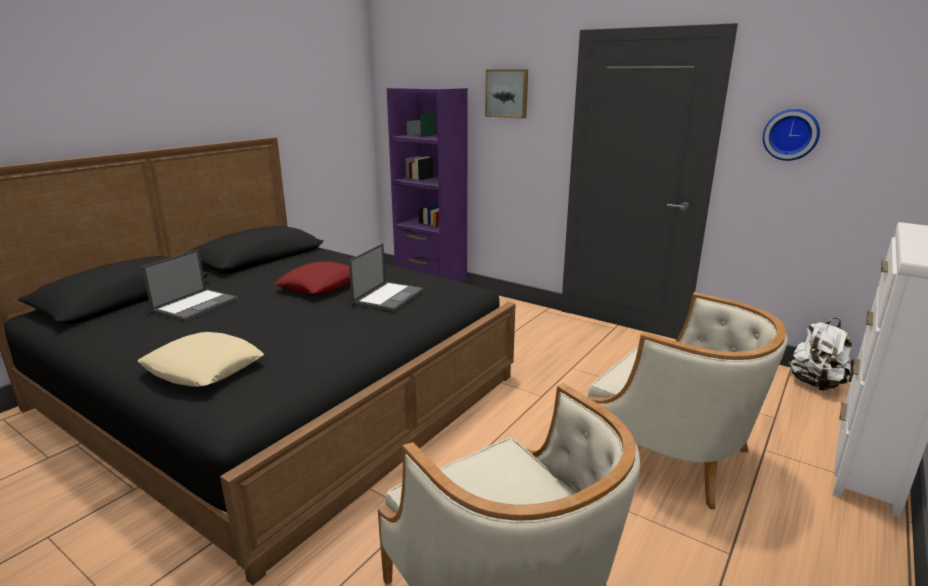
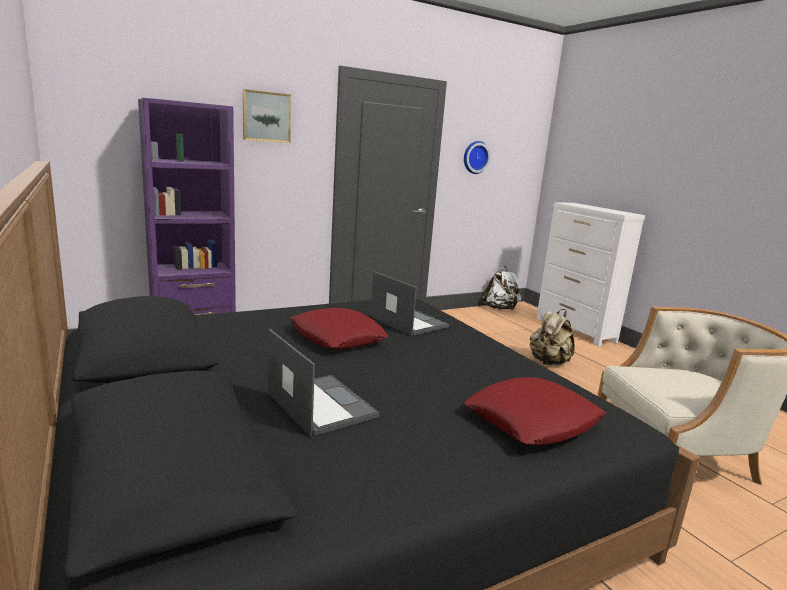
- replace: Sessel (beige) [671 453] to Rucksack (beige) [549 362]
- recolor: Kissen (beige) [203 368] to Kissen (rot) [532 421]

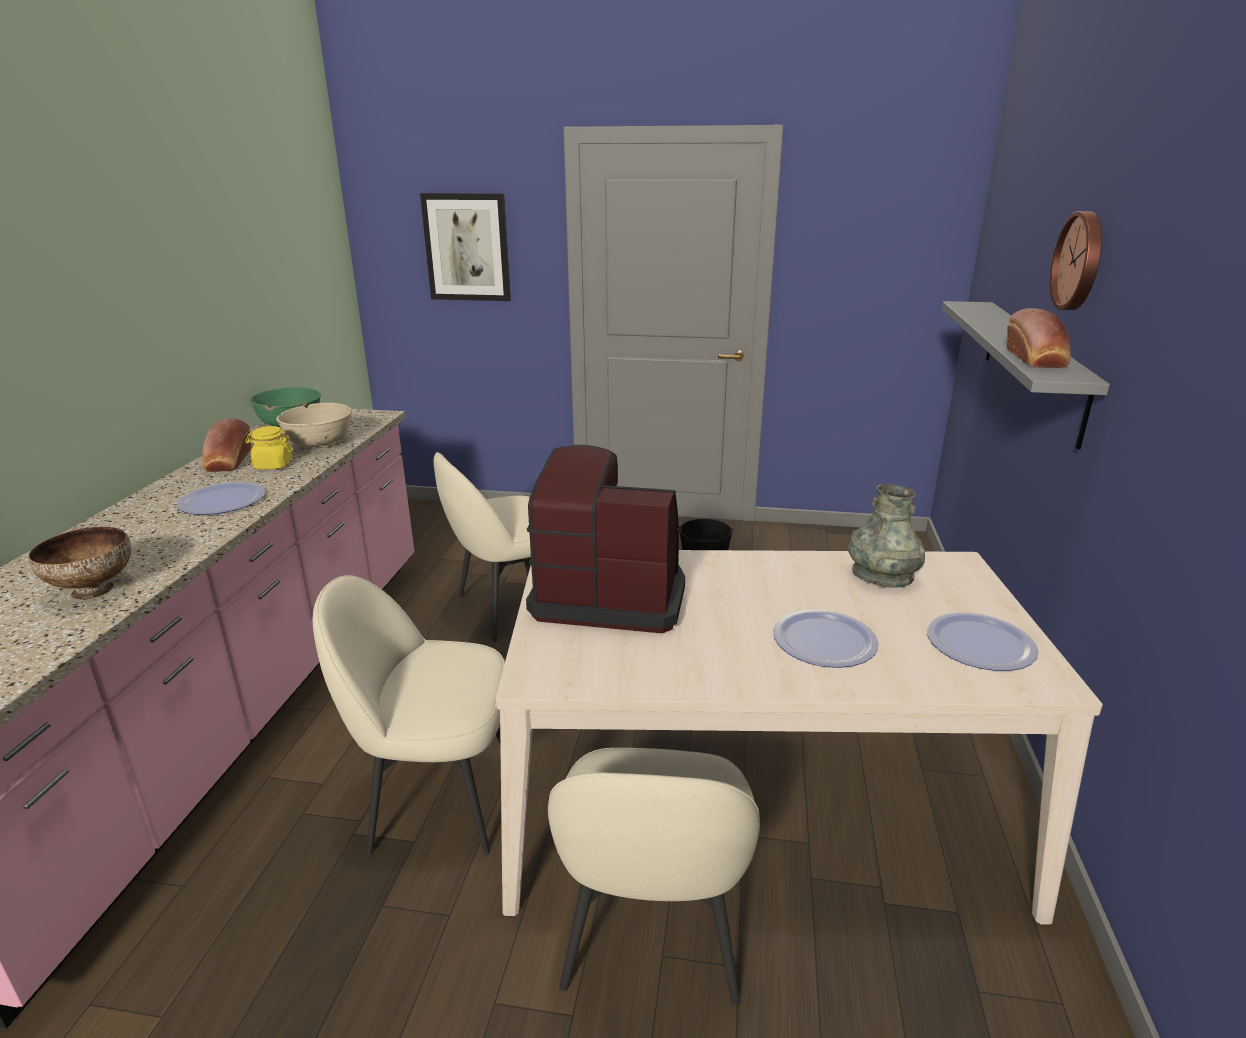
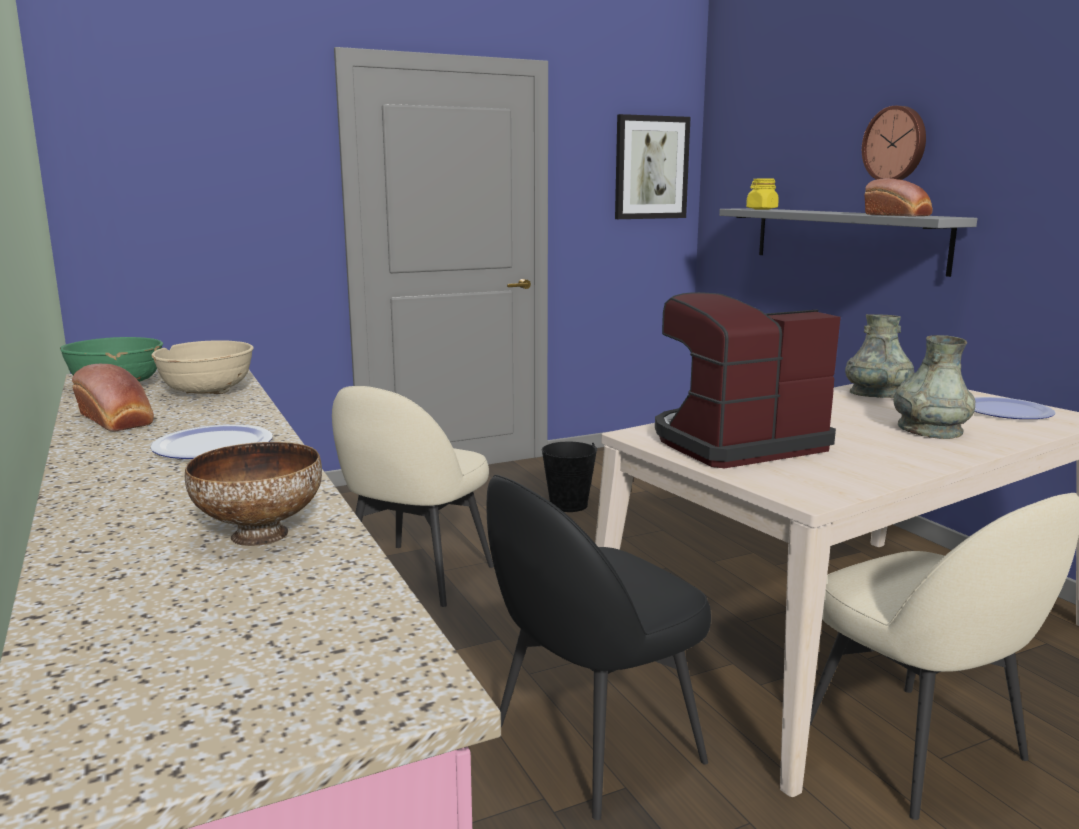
- move: Bild [467 247] to [651 167]
- move: Vorratsglas (gelb) [273 465] to [761 209]
- recolor: Stuhl (beige) [437 798] to Stuhl (schwarz) [592 745]
- replace: Teller [824 641] to Vase (grau) [929 430]

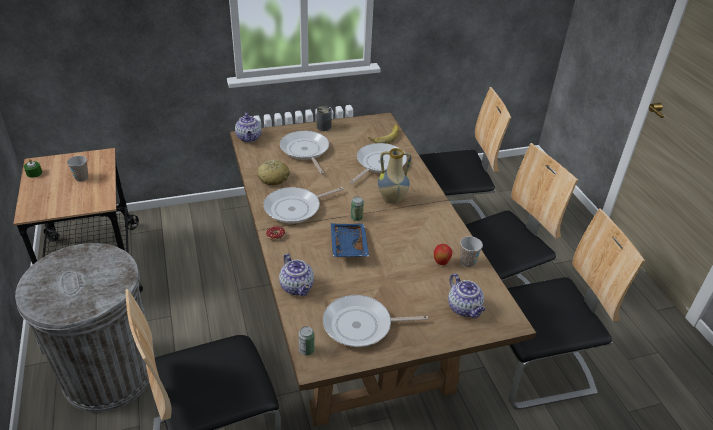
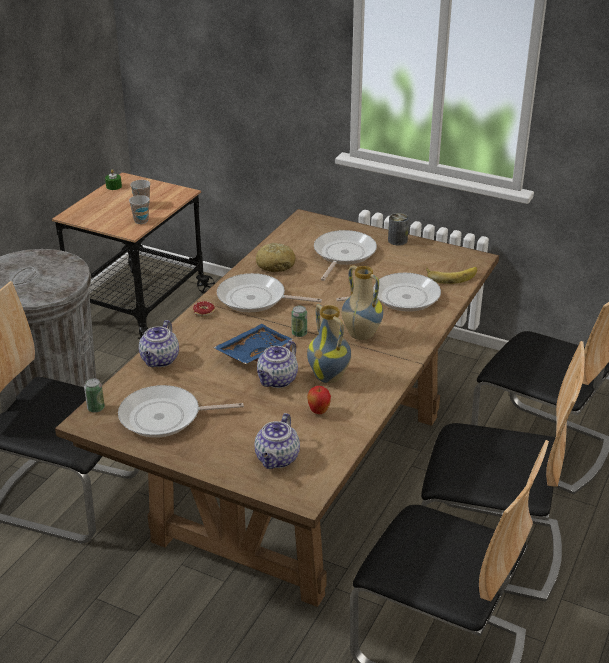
- move: Teekanne [249 138] to [277 380]
- move: Tasse [467 262] to [141 221]
- rotate: Pfanne [361 325] = [165 417] 45 degrees counterclockwise
- insert: Vase [330 377]

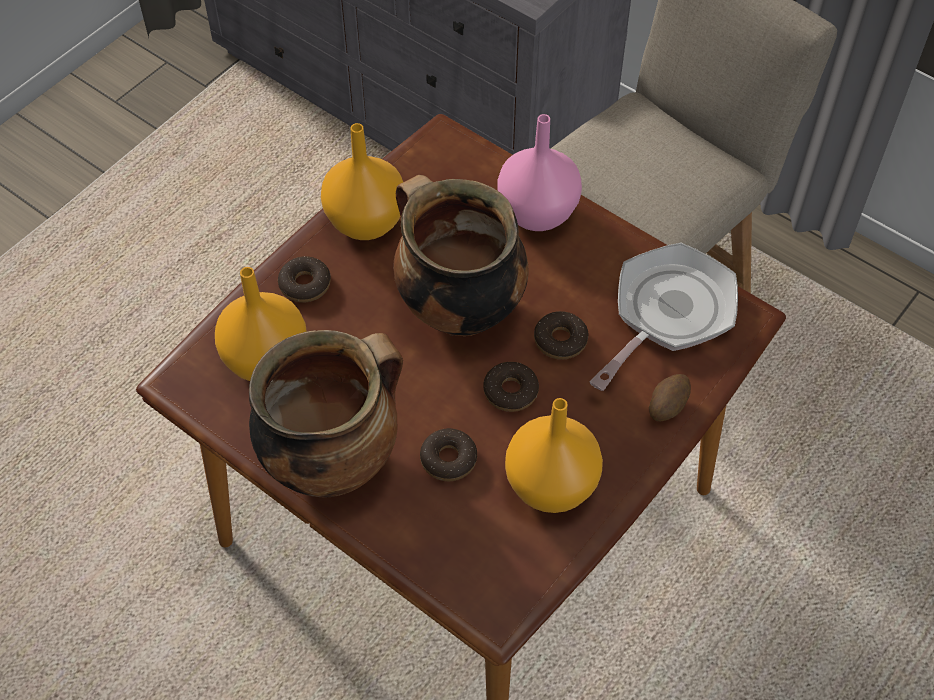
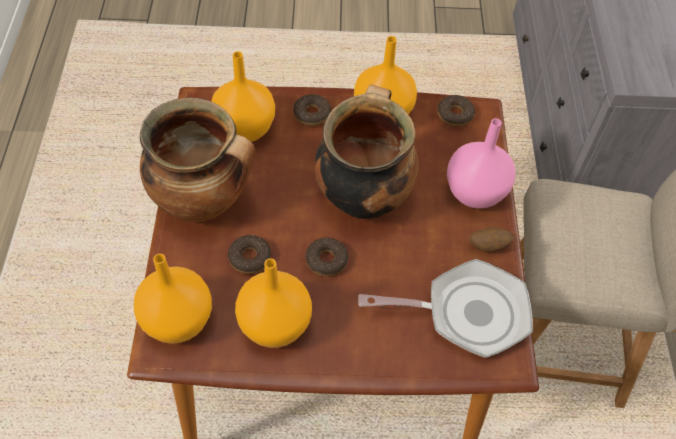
- move: Donut [560 340] to [455 115]
- move: Kartoffel [666 407] to [488 246]
- insert: Vase (orange) [178 319]

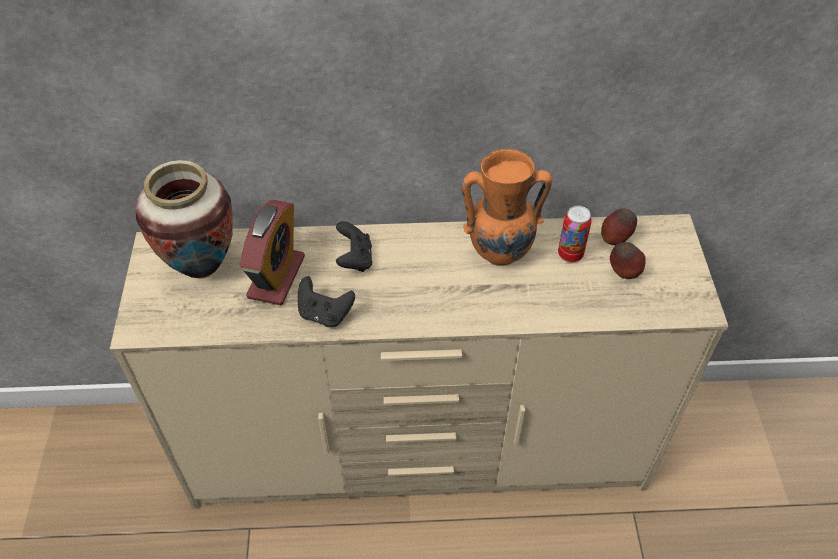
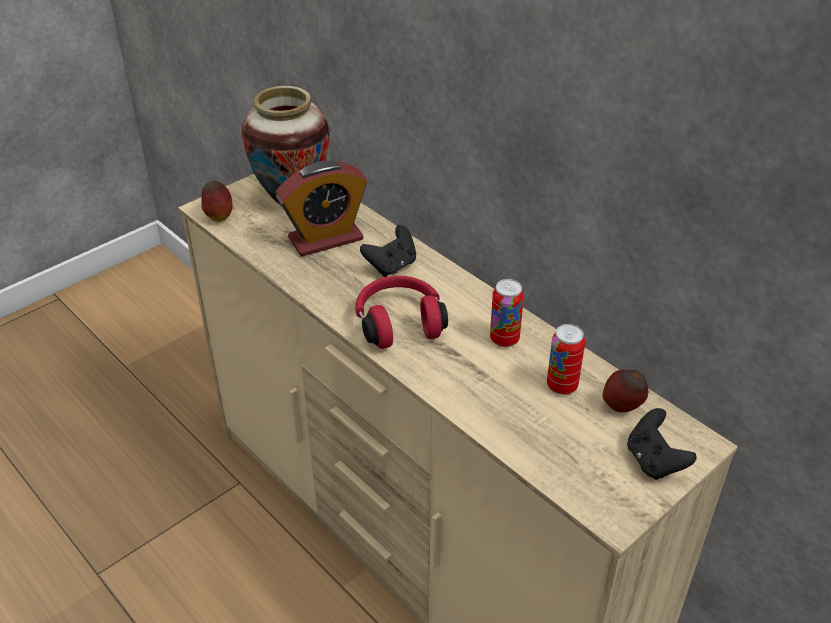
- replace: Vase (orange) [498 252] to Dose [504 339]
- move: Apfel [623 273] to [219 217]
- move: Gamepad (schwarz) [325 314] to [654 461]
- insert: Kopfhörer (rot) [399 323]

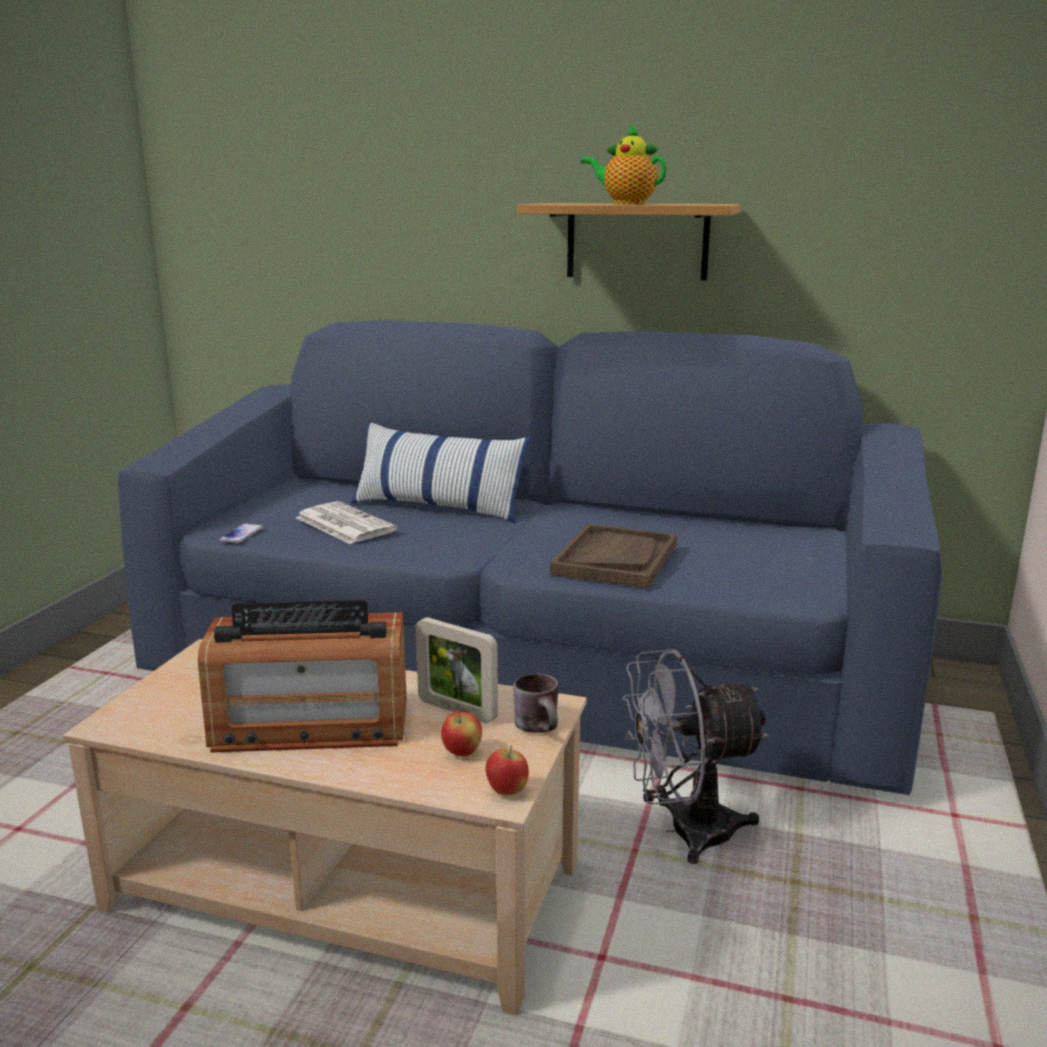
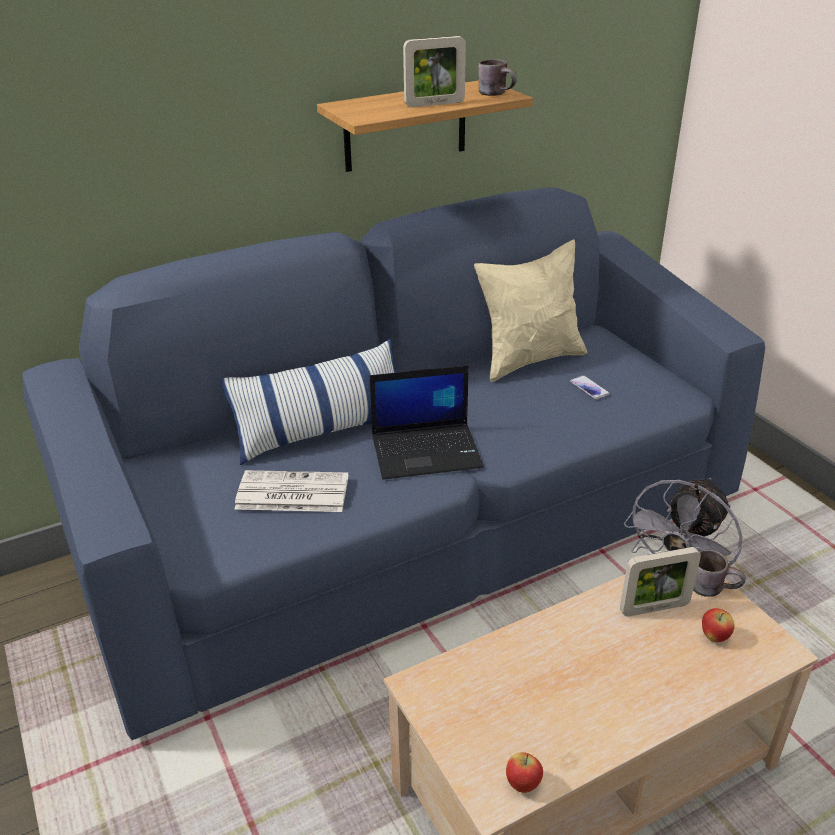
- replace: Teekanne [626 203] to Bilderrahmen [434 104]
- move: Handy [242 534] to [589 388]
- delete: Tablett (braun) [615 559]
- delete: Radio [310 725]
- move: Apfel [507 791] to [522 784]
- insert: Henkelbecher (braun) [498 93]
- insert: Kissen (beige) [529 359]
- insert: Laptop [427 451]

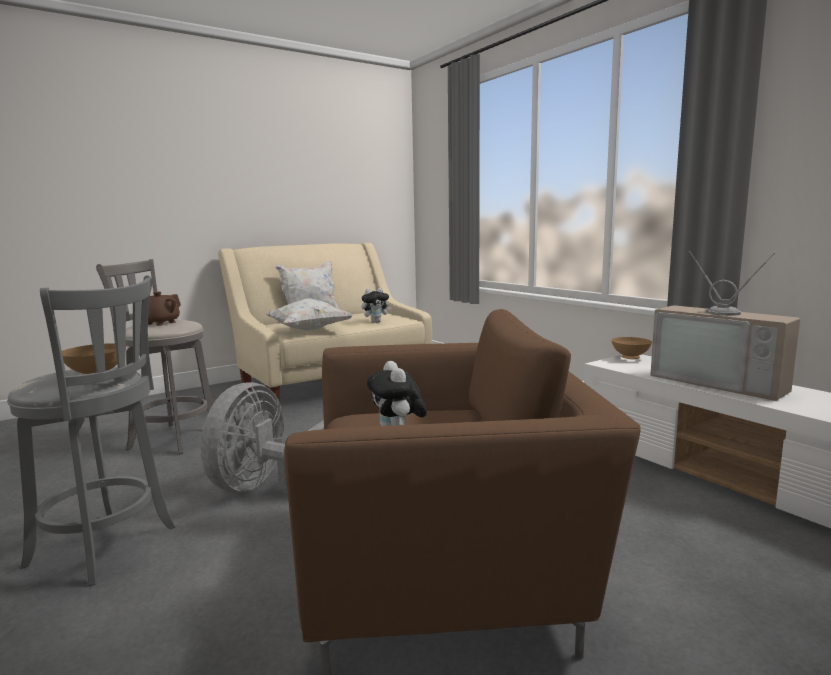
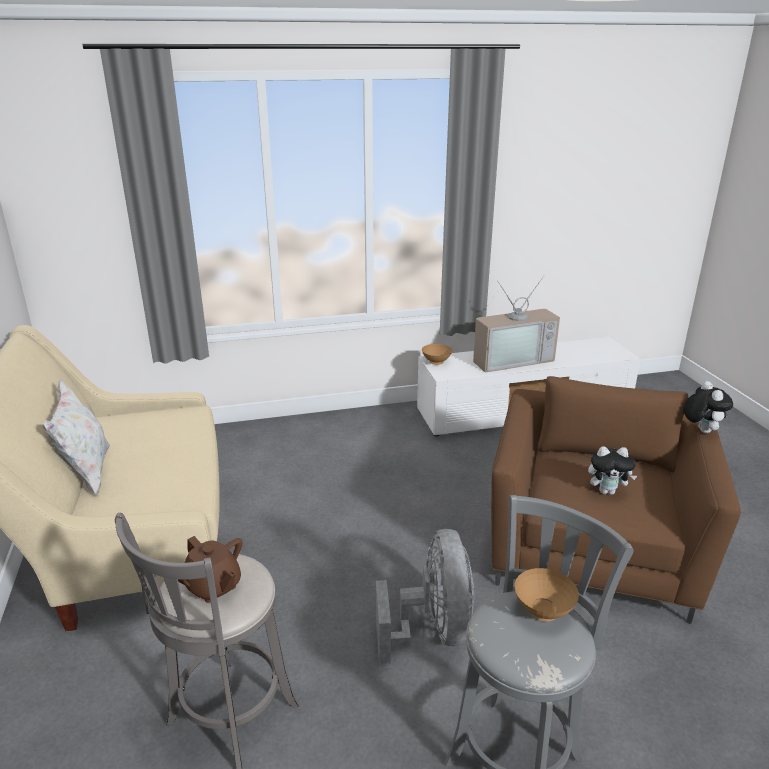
- move: Plüschtier [376 322] to [700 430]
- delete: Kissen (weiß) [309 330]
- rotate: Ventilator (grau) [264 487] = [432 631] 135 degrees counterclockwise

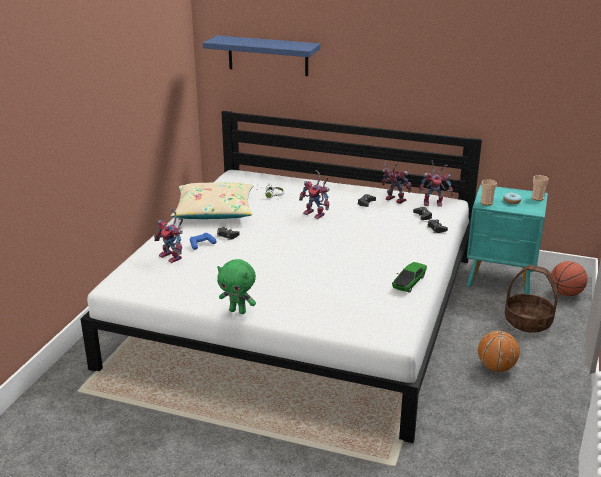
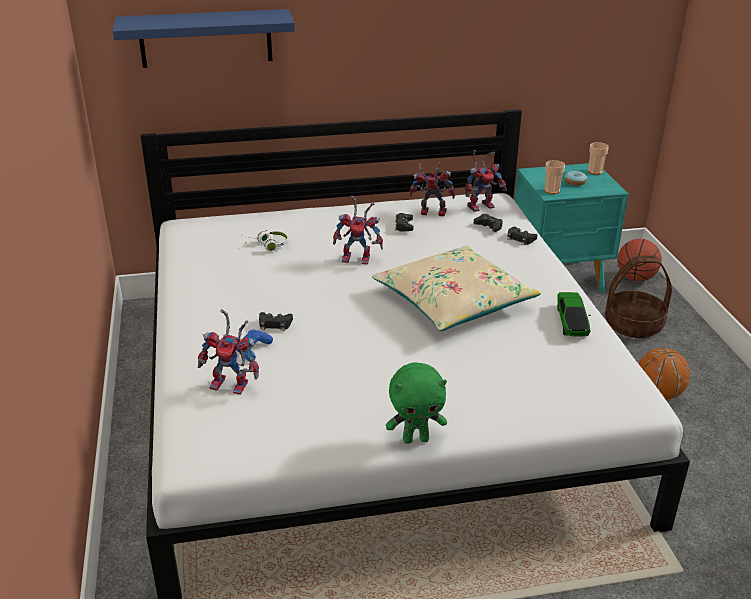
- move: Kissen (beige) [214 211] to [453 301]

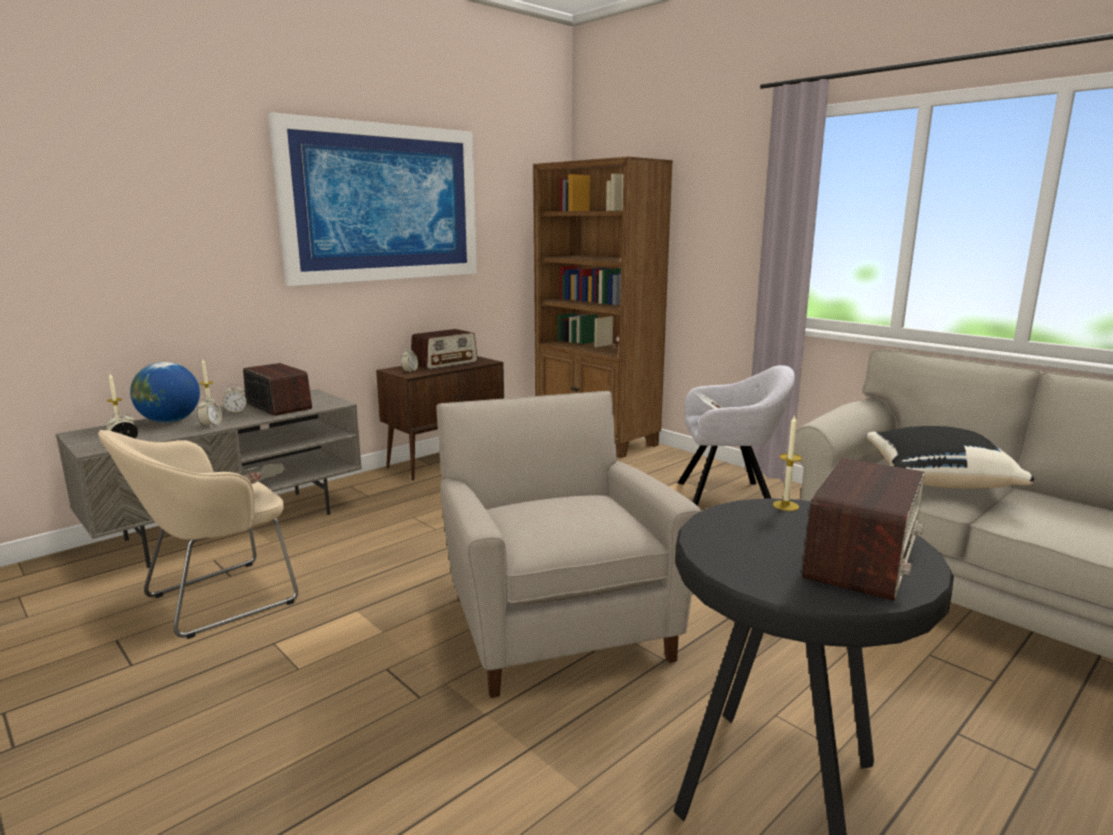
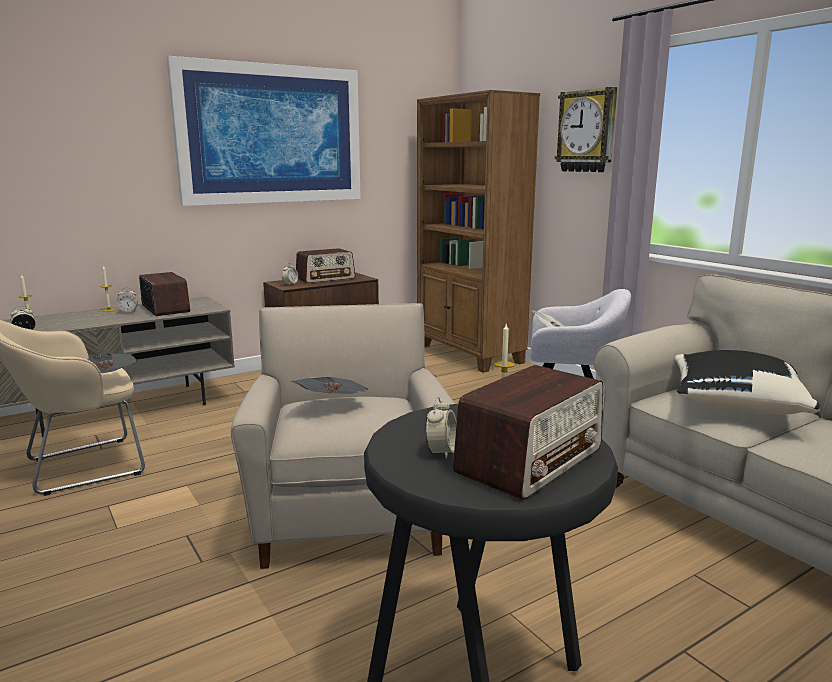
- delete: Globus [170 421]
- move: Wecker [211 425] to [441 452]
- insert: Wanduhr [587 131]
- insert: Zeitung [332 406]

